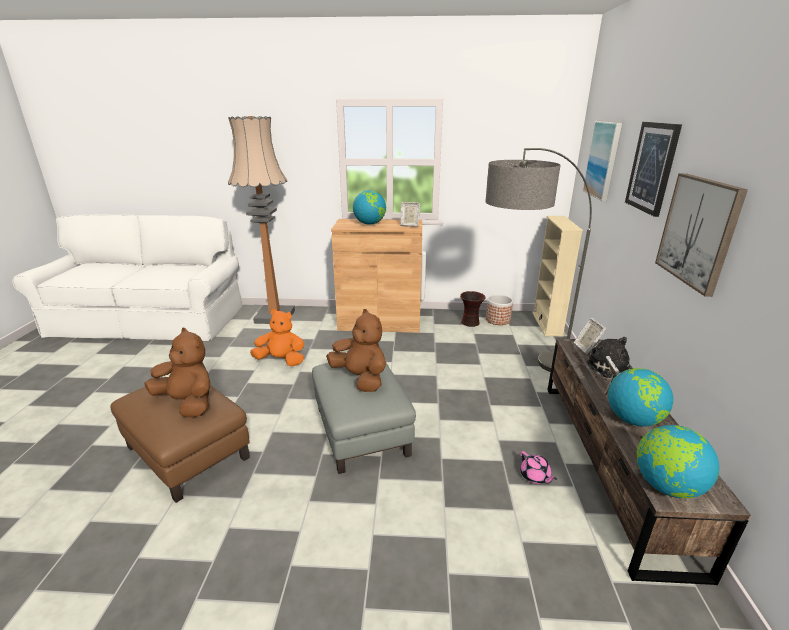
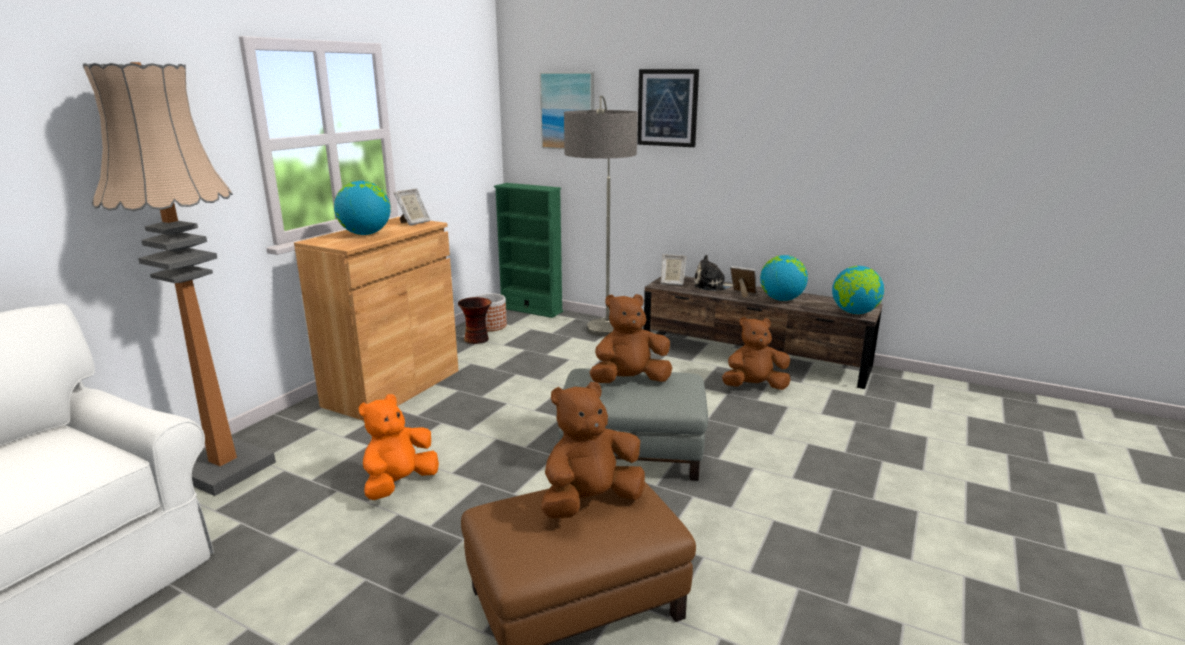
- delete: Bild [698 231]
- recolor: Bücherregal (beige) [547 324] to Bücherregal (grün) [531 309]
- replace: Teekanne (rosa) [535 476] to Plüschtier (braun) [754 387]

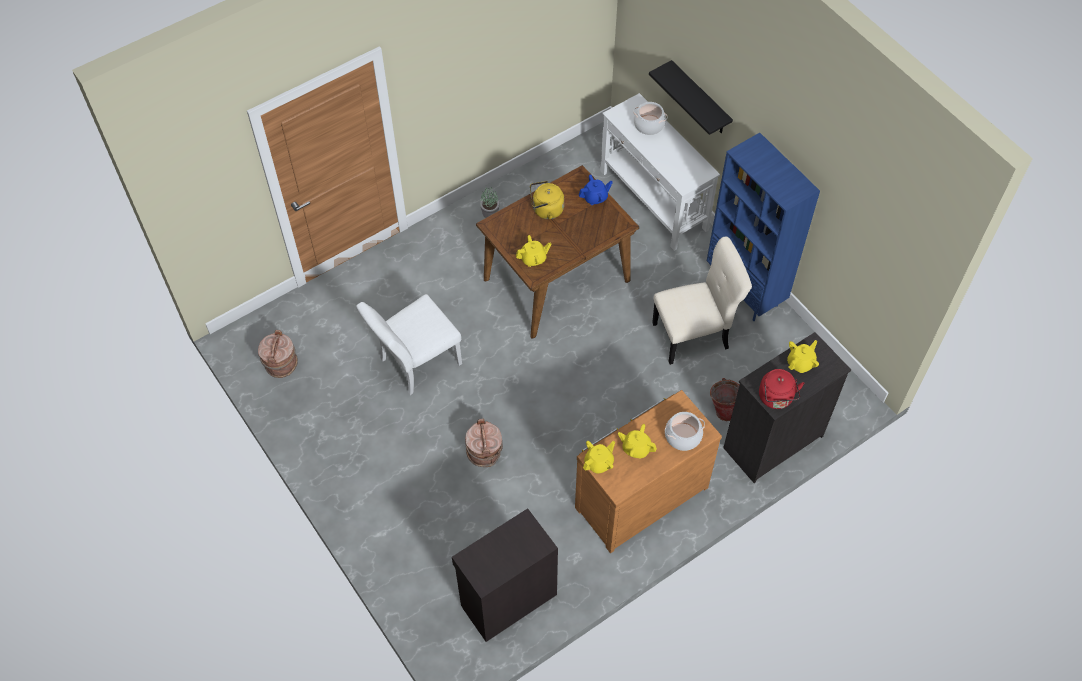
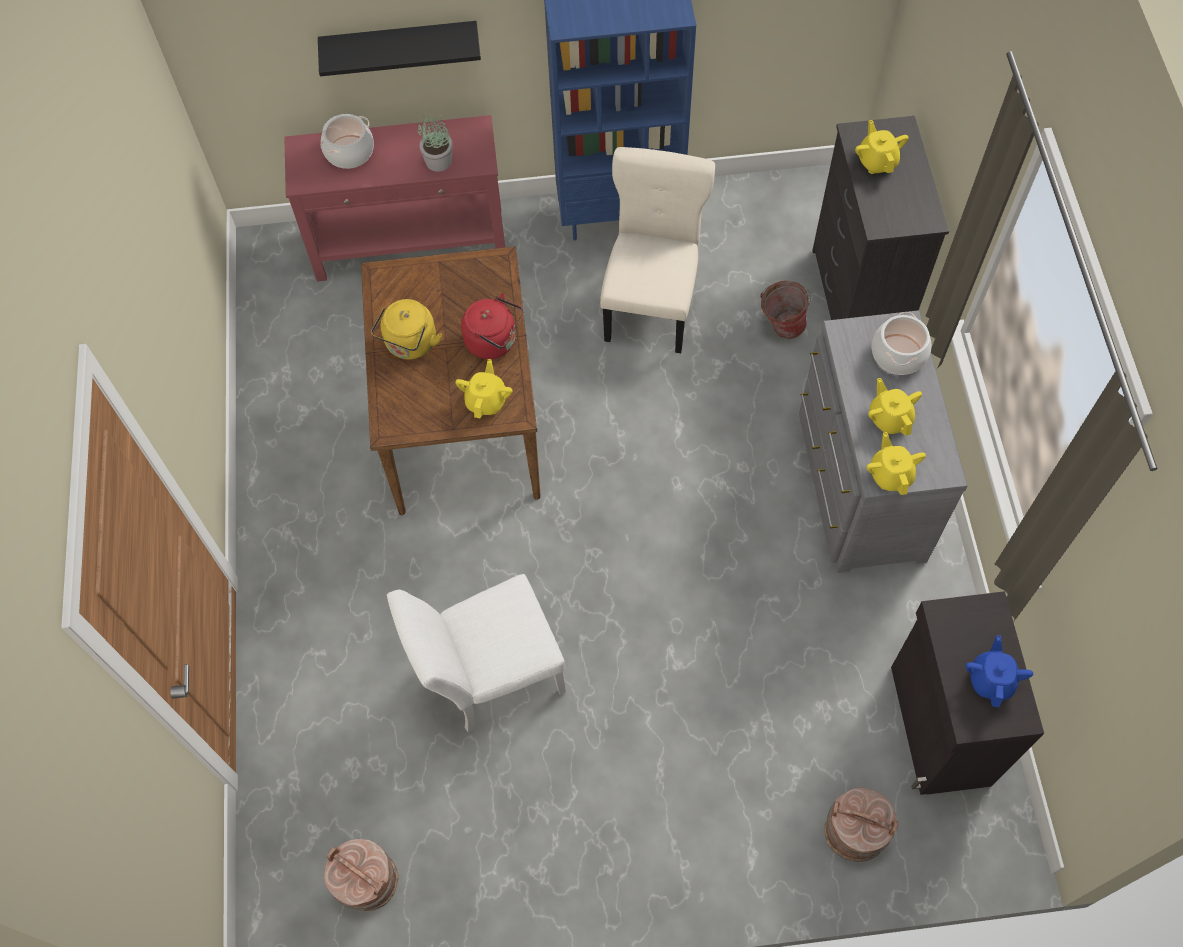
- recolor: Konsolentisch (weiß) [653 201] to Konsolentisch (rot) [411 244]
- move: Teekanne (blau) [595 197] to [991 680]
- move: Topfpflanze [490 212] to [438 161]
- rotate: Stuhl (weiß) [415 364] = [489 676] 75 degrees clockwise
- move: Wasserkessel (rot) [776 398] to [494 342]
- recolor: Kommode (braun) [638 495] to Kommode (grau) [857 486]
- move: Eimer (braun) [484 452] to [854 831]
- rotate: Teekanne (gelb) [636 448] = [889 418] 105 degrees clockwise

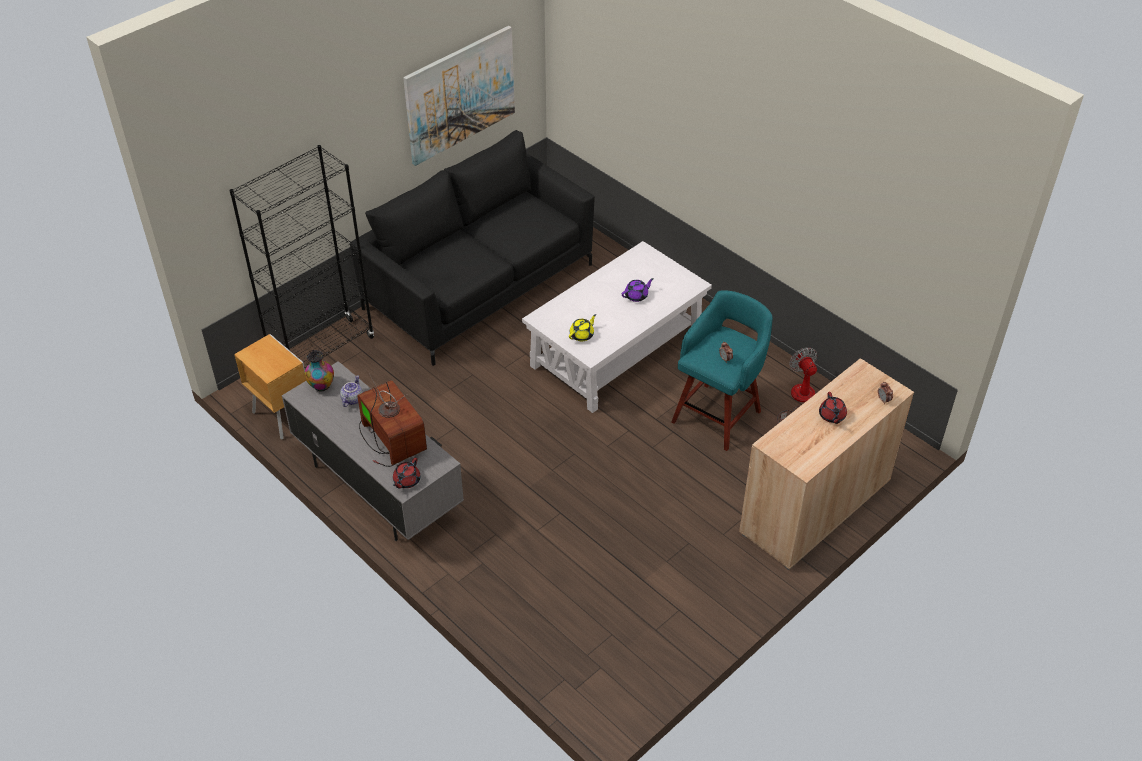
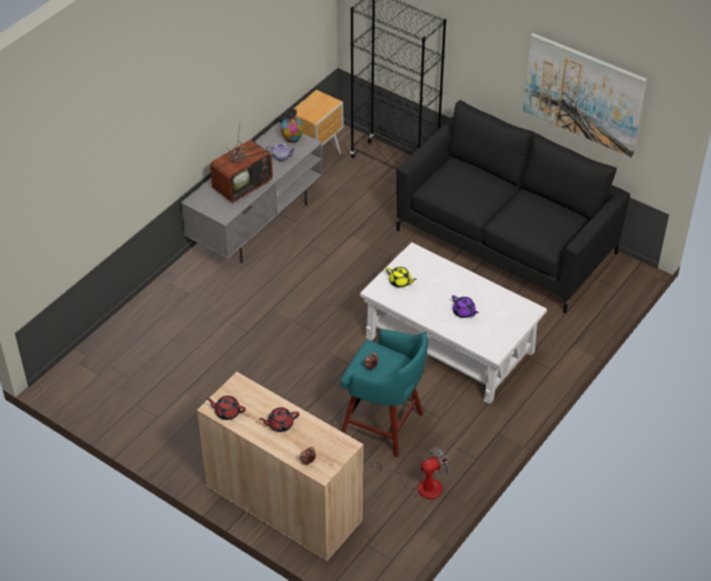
- move: Teekanne (rot) [406 481] to [227 412]

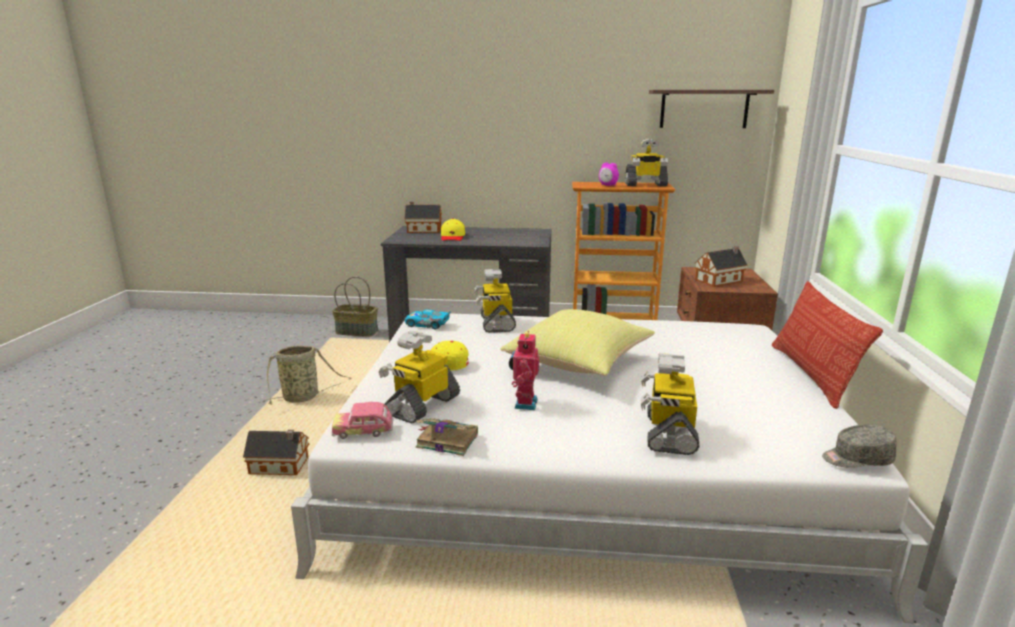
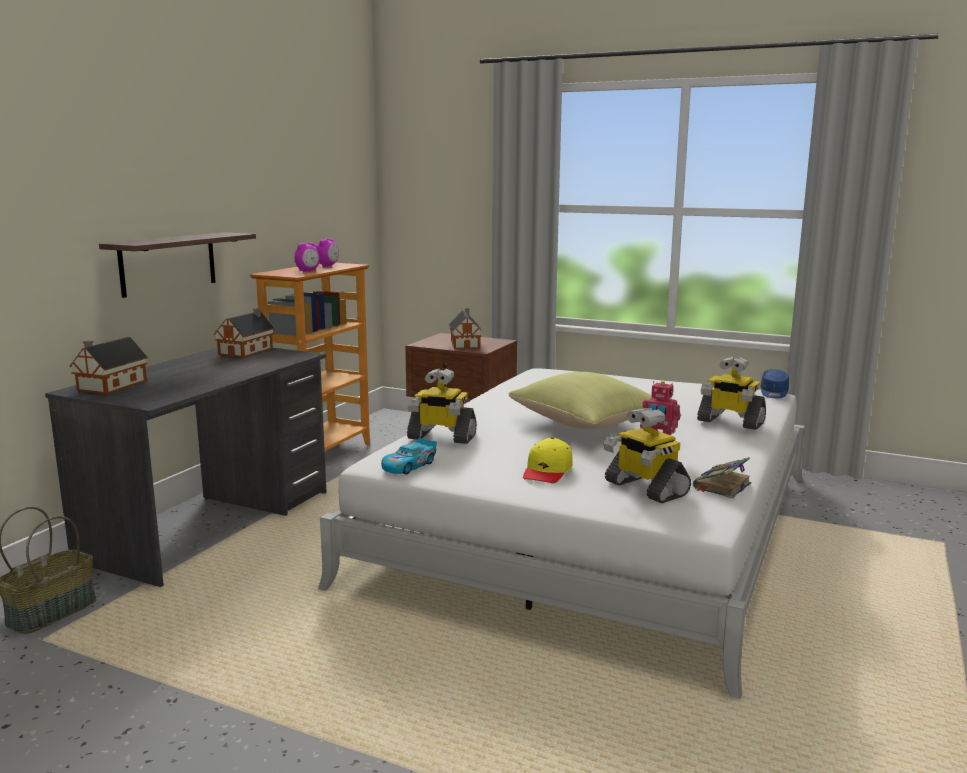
- move: Wandregal [704 109] to [168 263]
- replace: Spielzeugroboter [645 185] to Wecker [328 266]
- delete: Kappe (gelb) [452 237]
- delete: Kissen [811 374]
- delete: Korb [303 397]
- delete: Spielzeugauto [363 431]
- recolor: Kappe (grau) [856 459] to Kappe (blau) [774 393]
- move: Spielzeughaus [281 466] to [248 351]

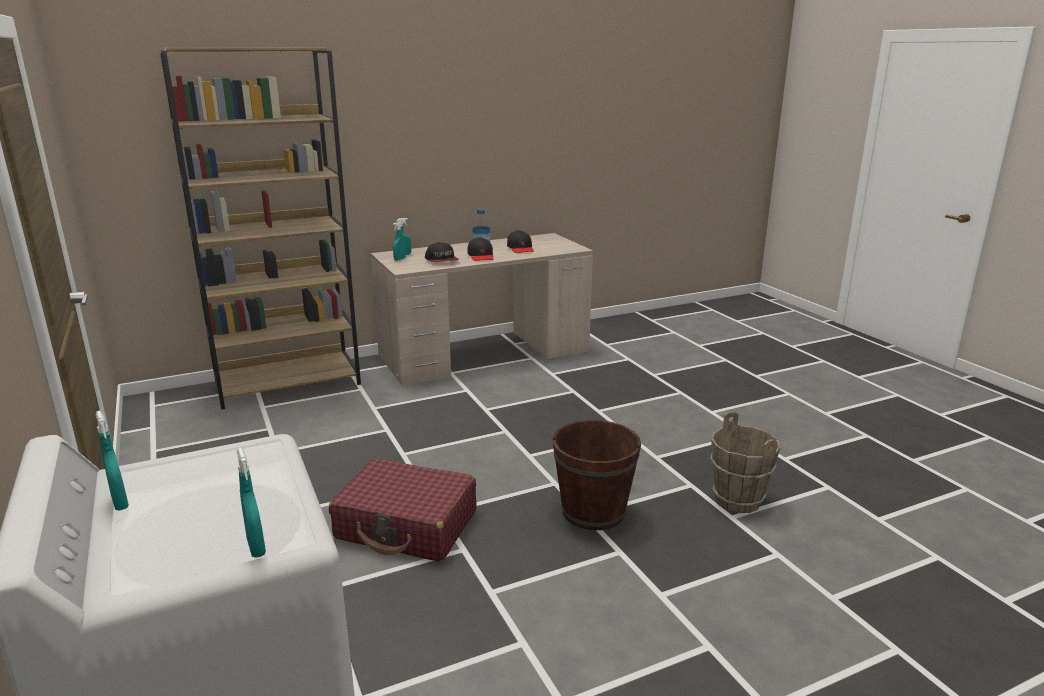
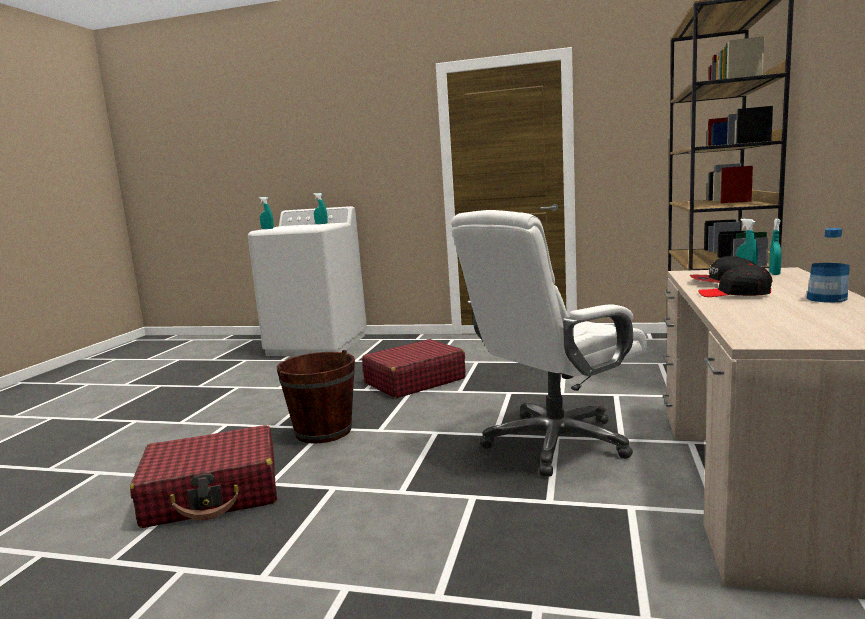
- delete: Kappe (schwarz) [520 248]
- replace: Eimer (braun) [737 500] to Koffer (rot) [213 493]
- insert: Bürostuhl (weiß) [555 443]

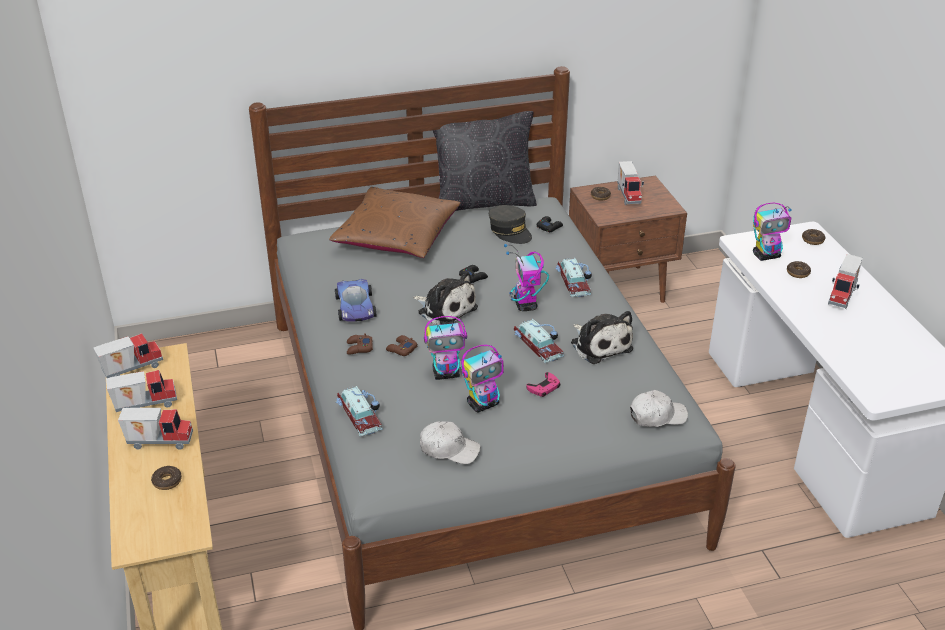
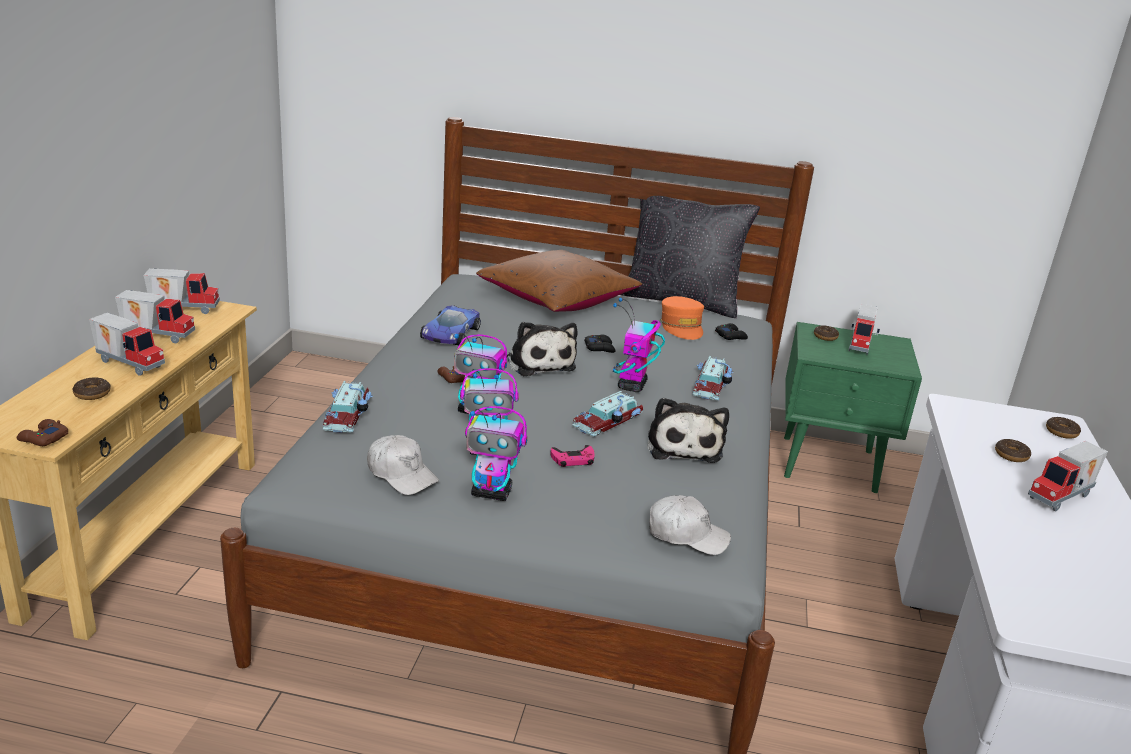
- recolor: Nachttisch (braun) [620 289] to Nachttisch (grün) [830 464]
- move: Spielzeugroboter [766 255] to [492 493]
- recolor: Kappe (grau) [510 231] to Kappe (orange) [682 327]
- rotate: Spielzeugauto [539 344] = [610 421] 45 degrees clockwise
- move: Gamepad (braun) [359 348] to [43 438]

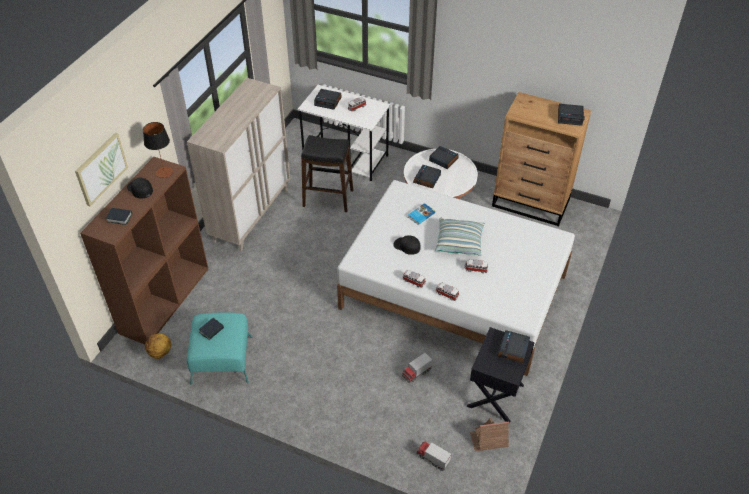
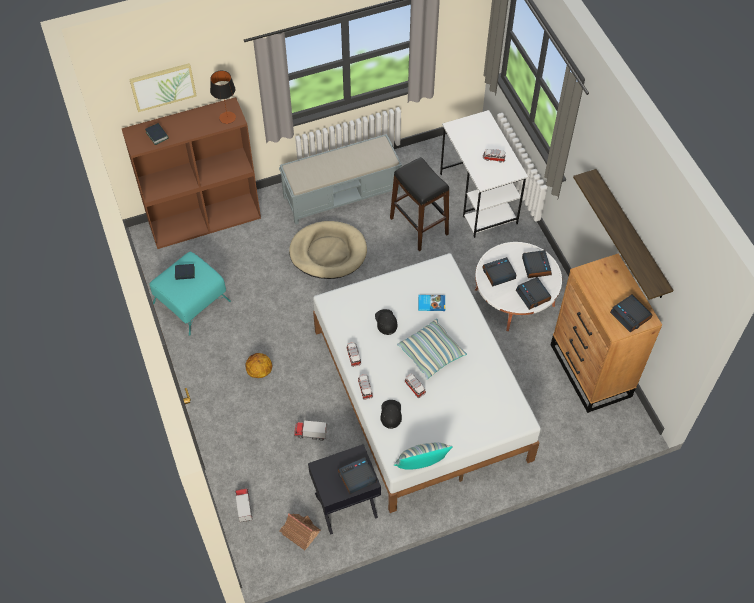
- replace: Schrank (beige) [251 214] to Bank (grau) [342 194]
- move: Wecker [328 101] to [533 295]
- move: Kappe (schwarz) [140 189] to [391 414]
- move: Basketball [160 353] to [259 372]
- insert: Wandregal [630 235]
- insert: Hundebett (beige) [328 252]
- insert: Kissen [421 465]

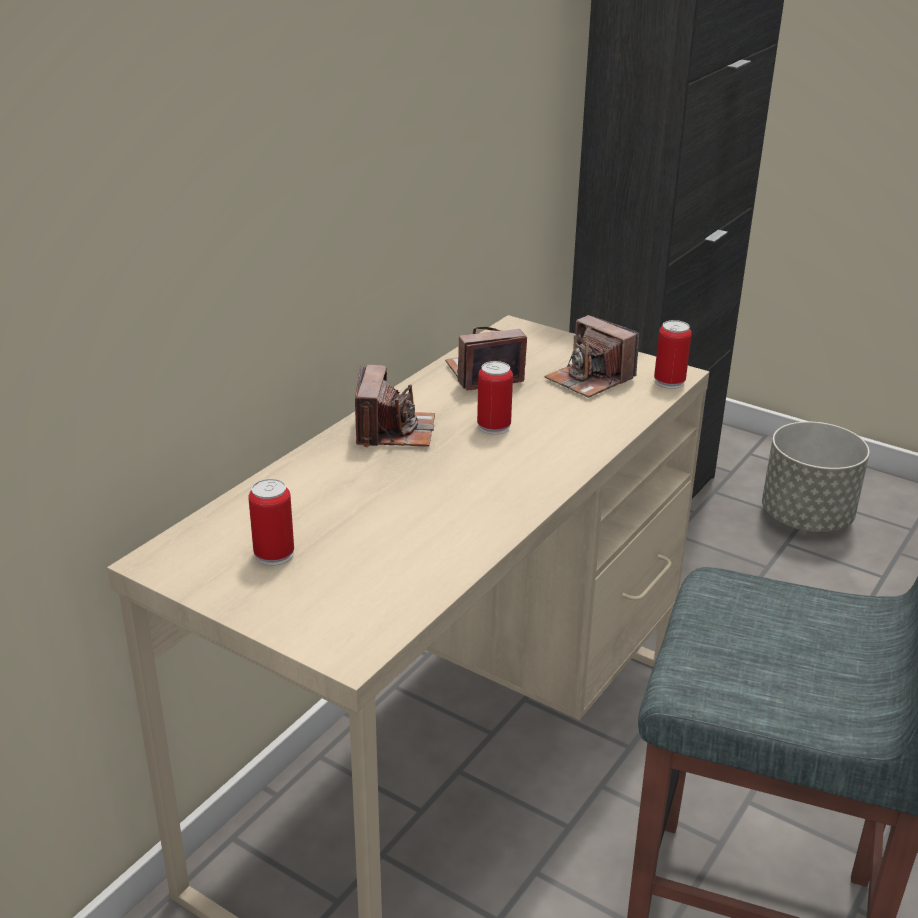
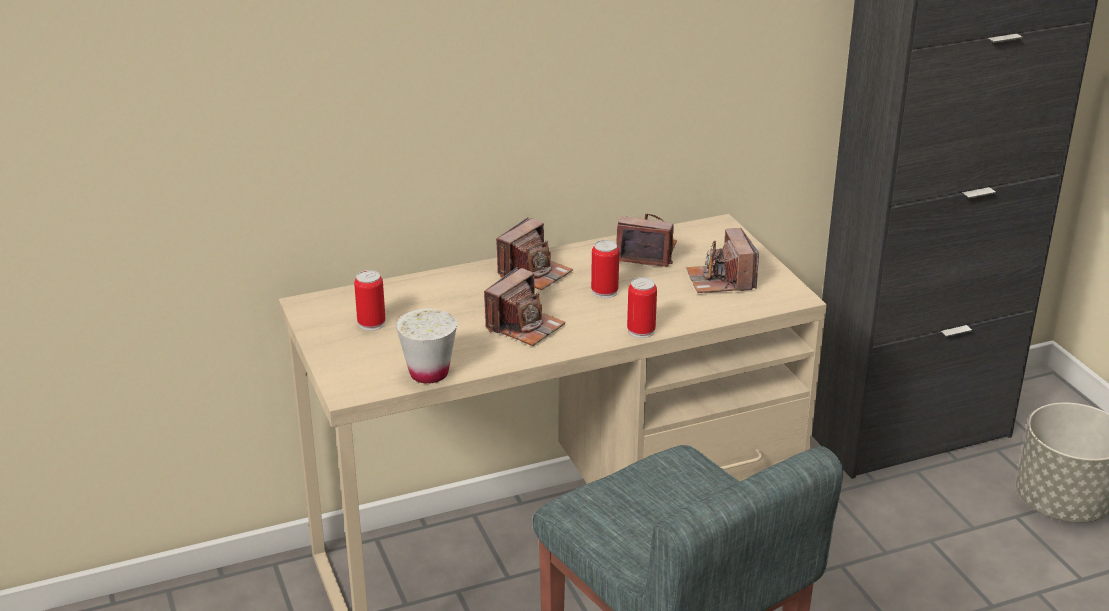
- move: Dose [669 382] to [641 331]
- insert: Kamera [524 326]
- insert: Tasse (weiß) [429 373]

